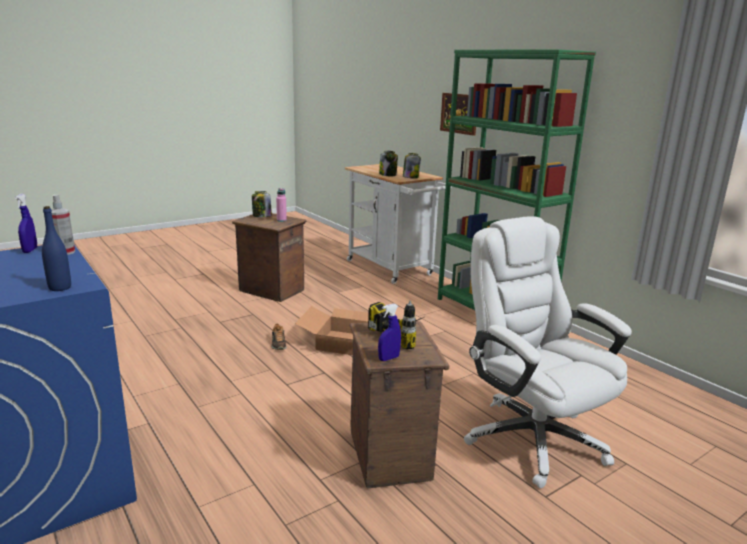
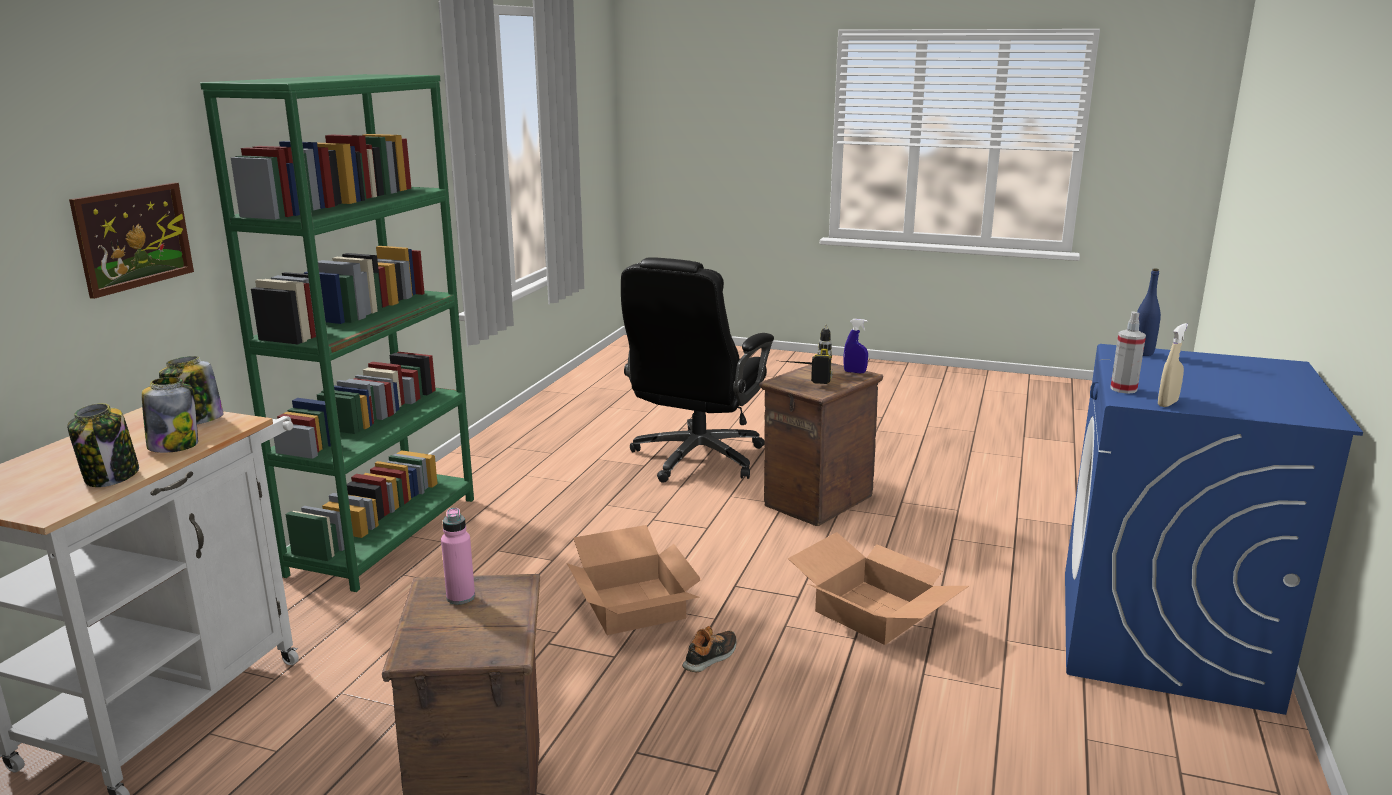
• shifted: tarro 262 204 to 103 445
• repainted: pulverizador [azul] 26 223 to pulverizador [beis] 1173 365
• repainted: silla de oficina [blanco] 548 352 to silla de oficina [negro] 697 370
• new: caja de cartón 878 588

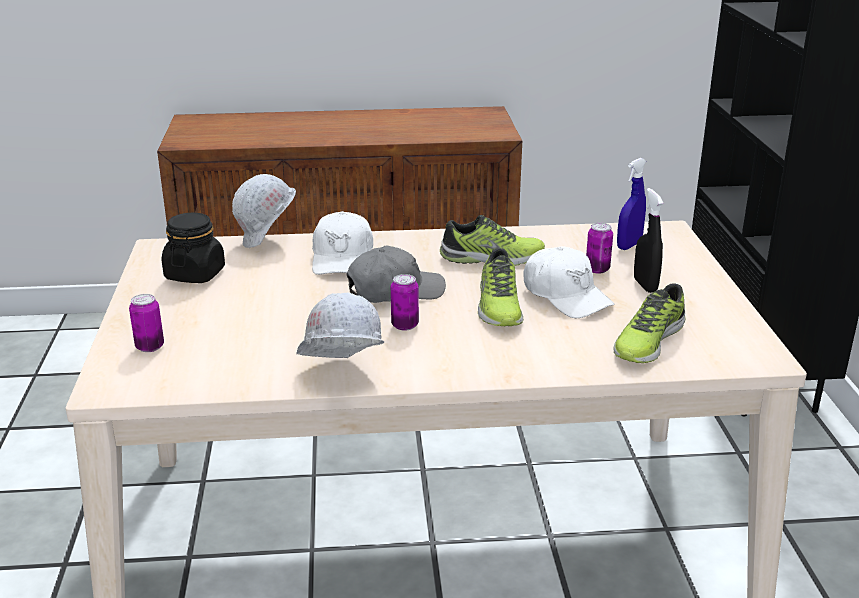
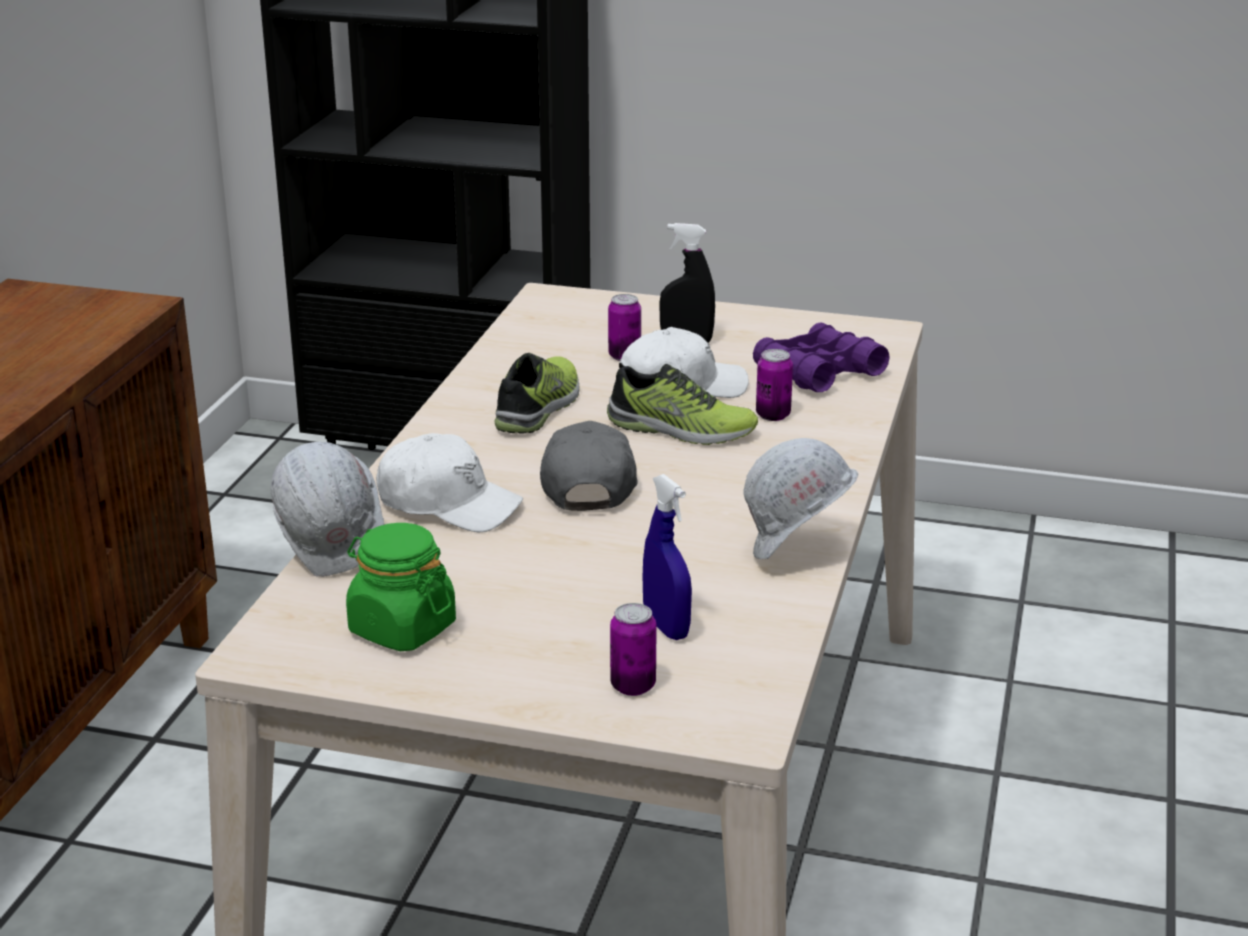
• shifted: pulverizador [azul] 631 204 to 667 557
• repainted: tarro [negro] 193 248 to tarro [verde] 401 587
• shifted: lata 405 302 to 774 385
• swapped: zapato 649 323 to prismáticos [morado] 821 357

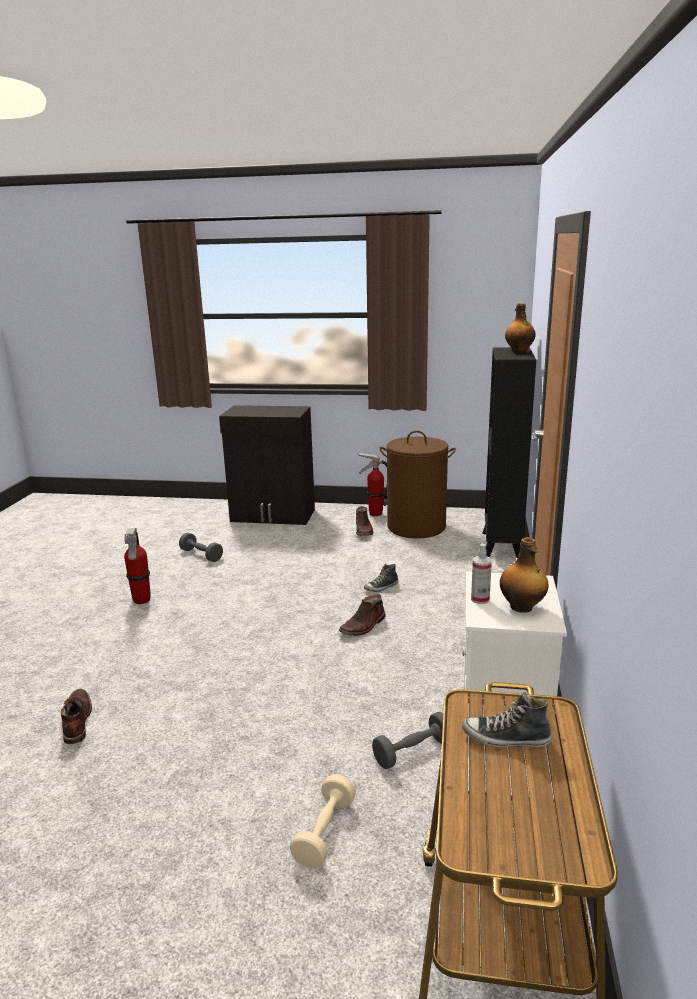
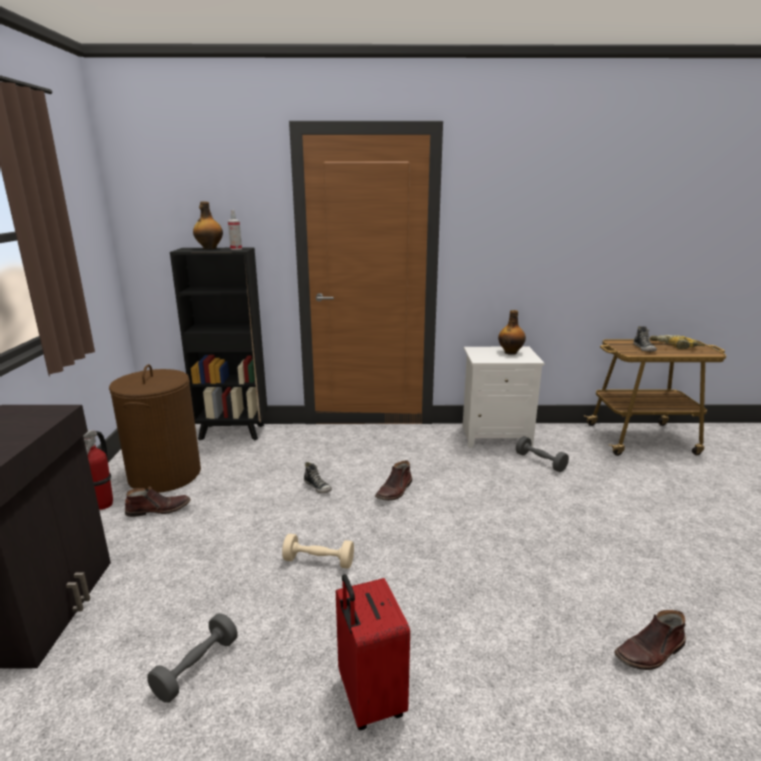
• swapped: extintor 137 566 to maleta [rojo] 373 652
• shifted: pulverizador 481 573 to 235 230
• rotated: bota [marrón] 362 615 = 393 480 90 degrees clockwise
• shifted: mancuerna [beis] 323 821 to 318 551
• new: taladro 677 342

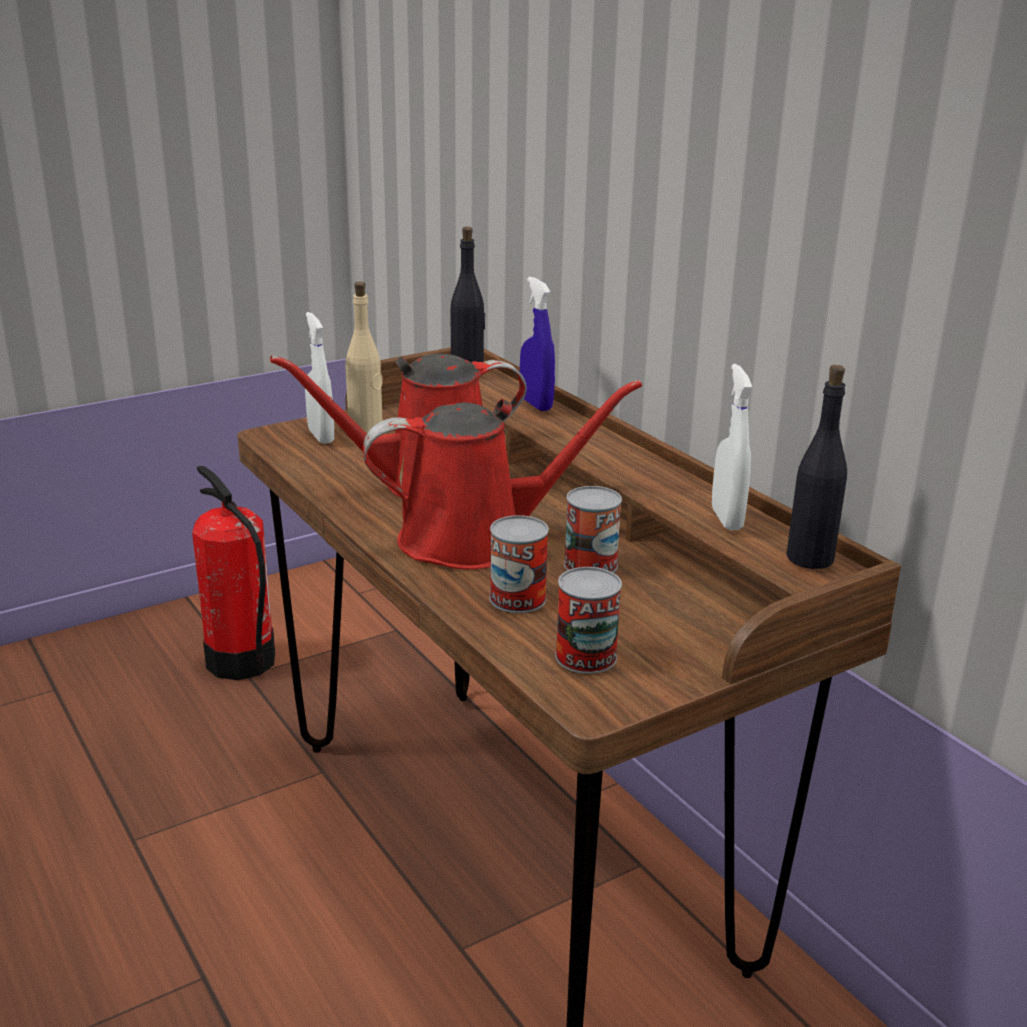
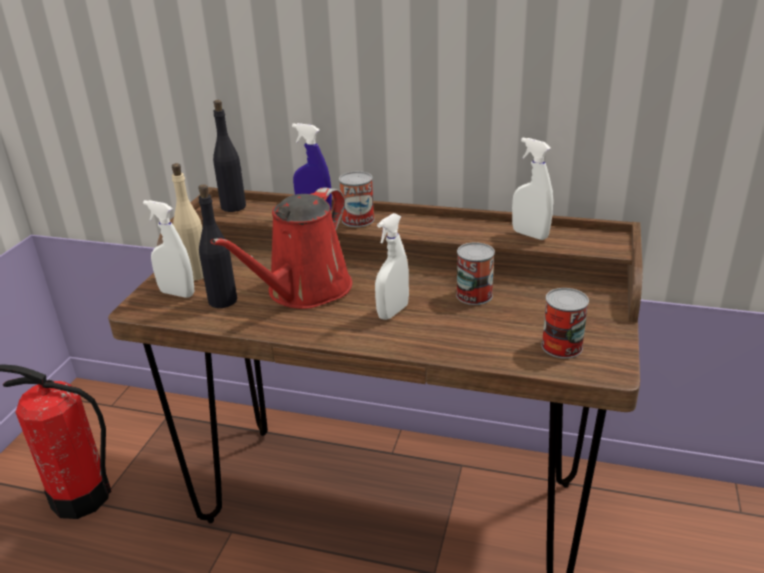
• shifted: botella [negro] 816 467 to 217 246
• swapped: regadera [rojo] 502 475 to pulverizador [blanco] 392 266
• shifted: lata 519 564 to 356 199

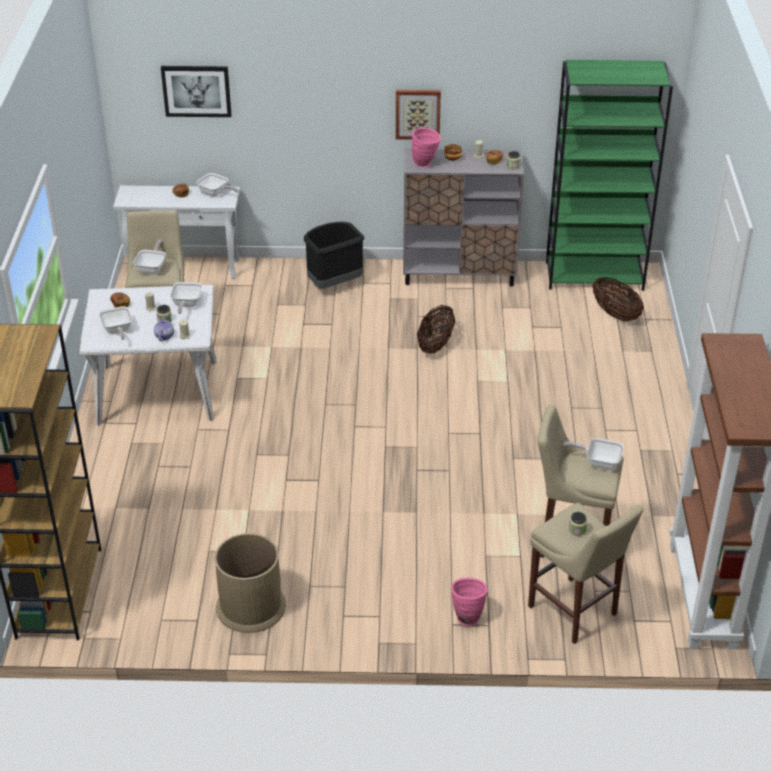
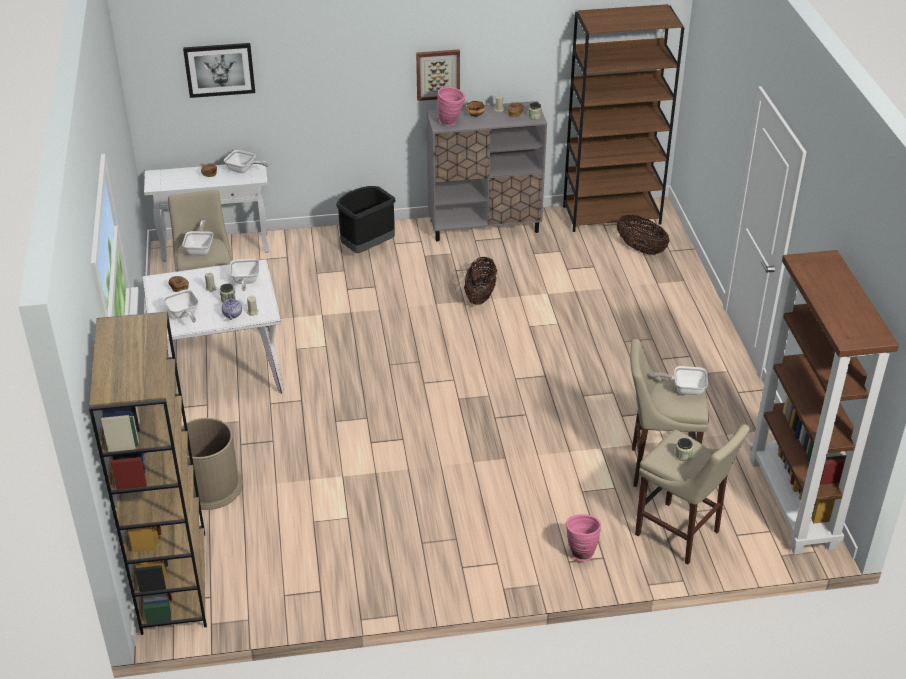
• repainted: estantería [verde] 609 175 to estantería [marrón] 623 118
• shifted: papelera [marrón] 250 583 to 212 464

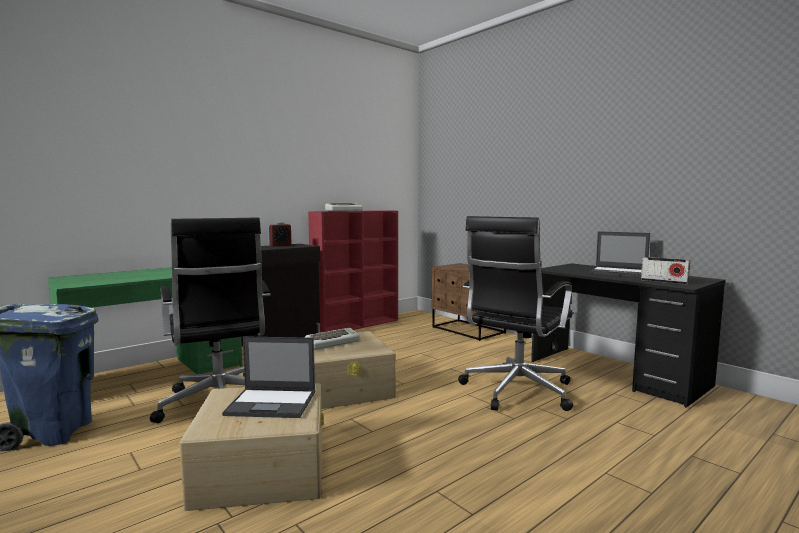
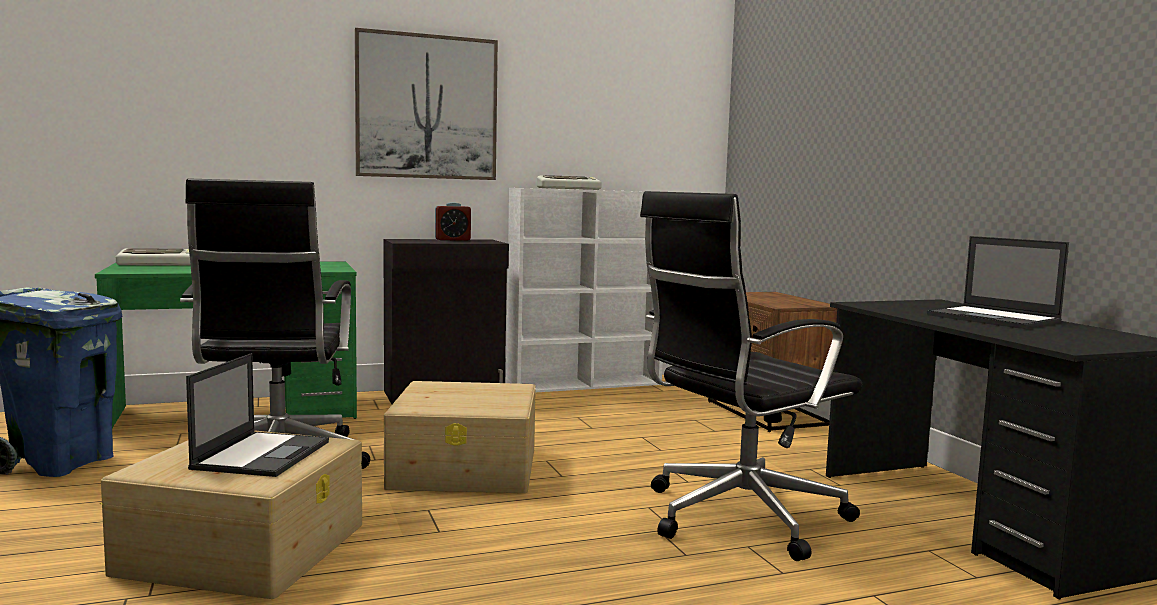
• repainted: estantería [rojo] 353 271 to estantería [blanco] 584 290
• gone: radio 665 271
• shifted: teclado 332 339 to 153 256
• rotated: portátil 268 377 = 257 415 105 degrees counterclockwise
• new: cuadro 426 104

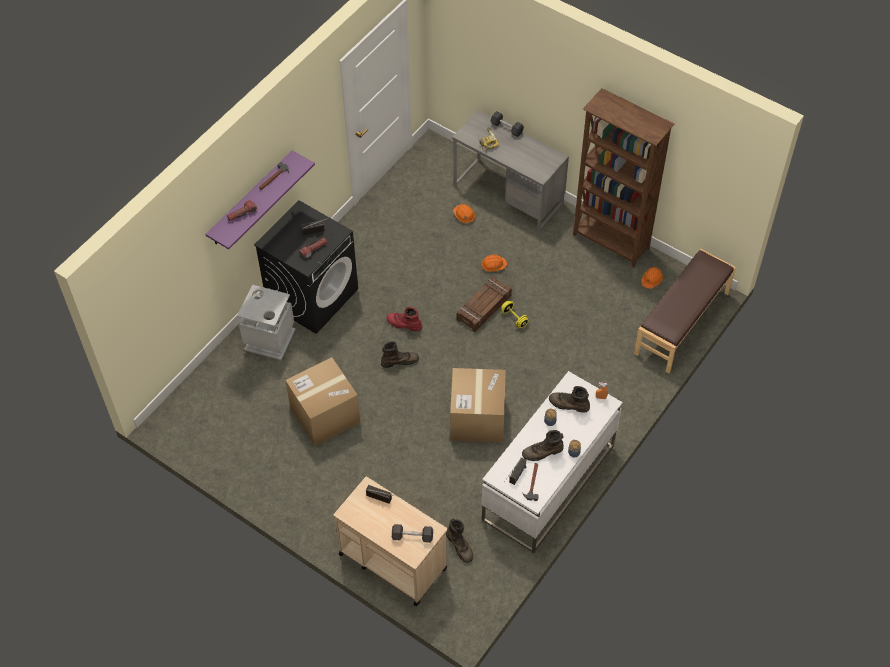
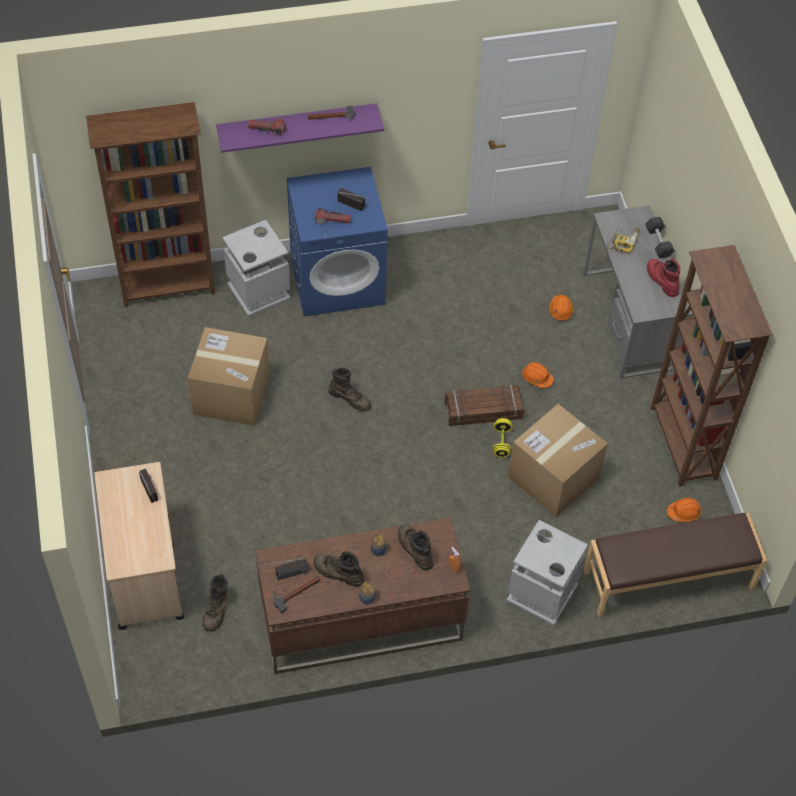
• repainted: lavadora [negro] 306 267 to lavadora [azul] 337 242
• shifted: bota [rojo] 404 319 to 663 278
• shifted: caja de cartón 478 405 to 558 460
• repainted: escritorio [blanco] 552 462 to escritorio [marrón] 363 595
• gone: mancuerna [negro] 412 533
• new: estantería [marrón] 150 204
• new: papelera [gris] 547 572

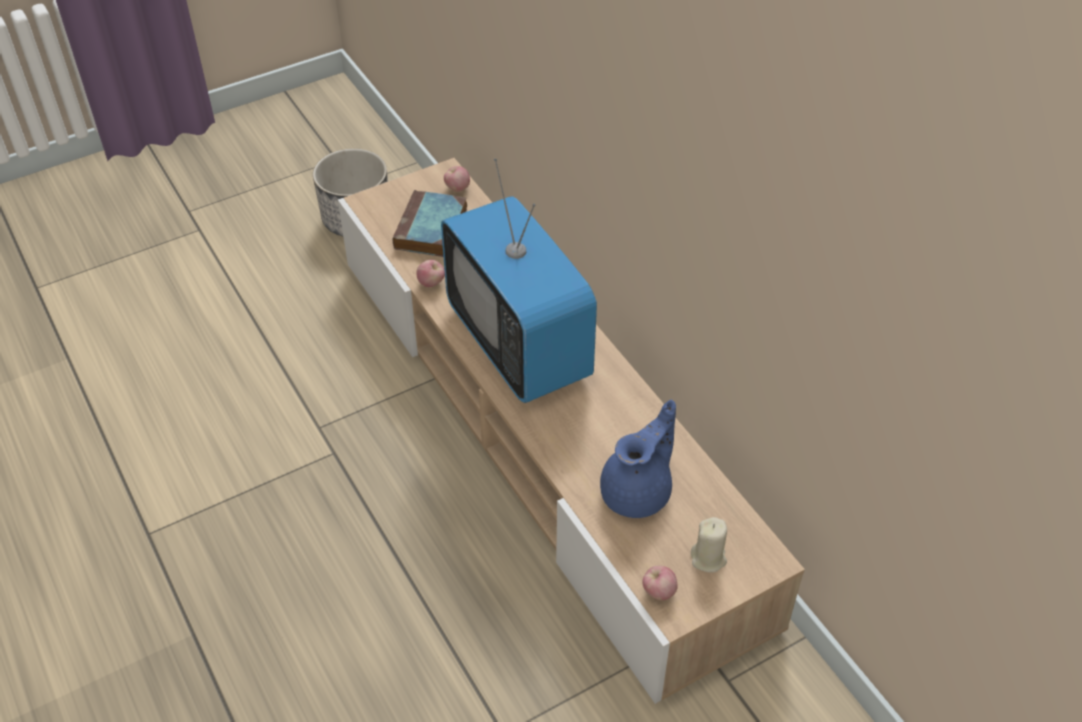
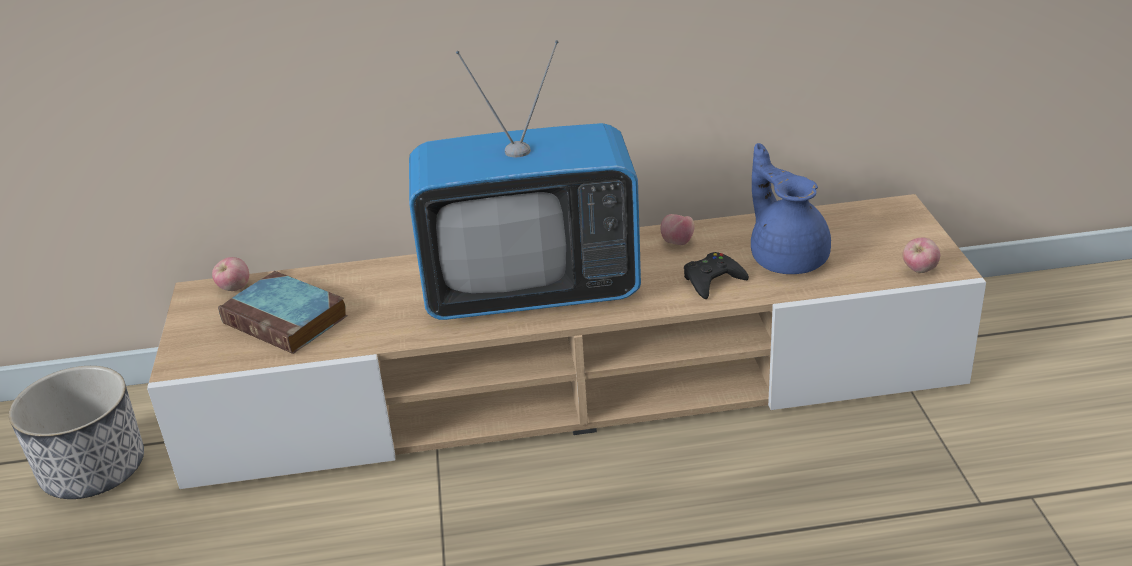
• shifted: manzana 430 273 to 677 229
• gone: vela [beis] 709 545
• new: mando de consola [negro] 716 275

